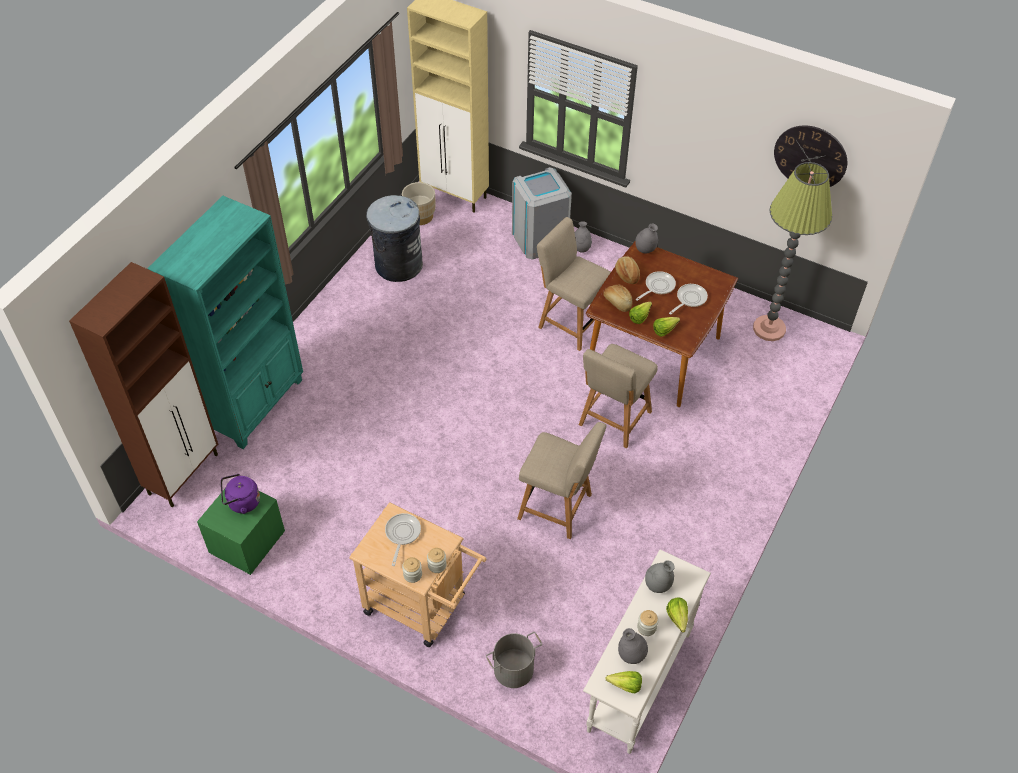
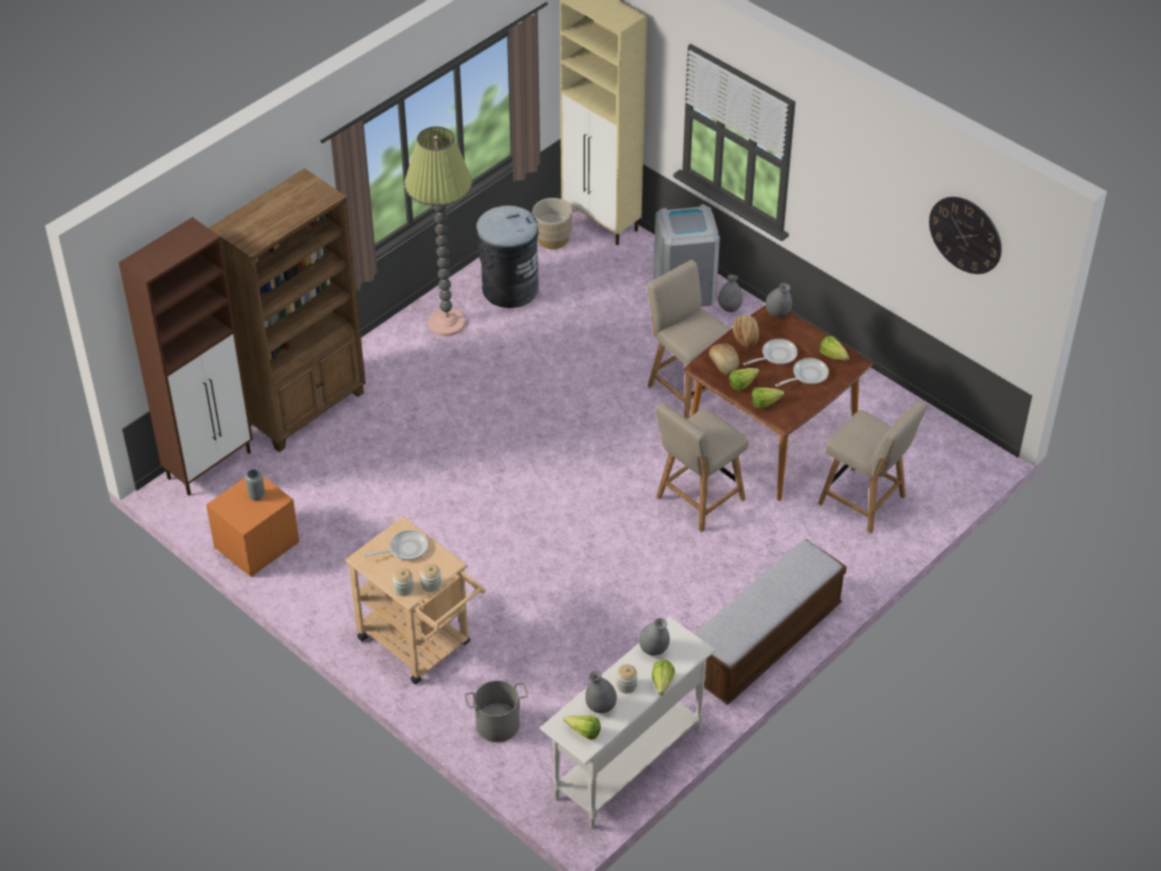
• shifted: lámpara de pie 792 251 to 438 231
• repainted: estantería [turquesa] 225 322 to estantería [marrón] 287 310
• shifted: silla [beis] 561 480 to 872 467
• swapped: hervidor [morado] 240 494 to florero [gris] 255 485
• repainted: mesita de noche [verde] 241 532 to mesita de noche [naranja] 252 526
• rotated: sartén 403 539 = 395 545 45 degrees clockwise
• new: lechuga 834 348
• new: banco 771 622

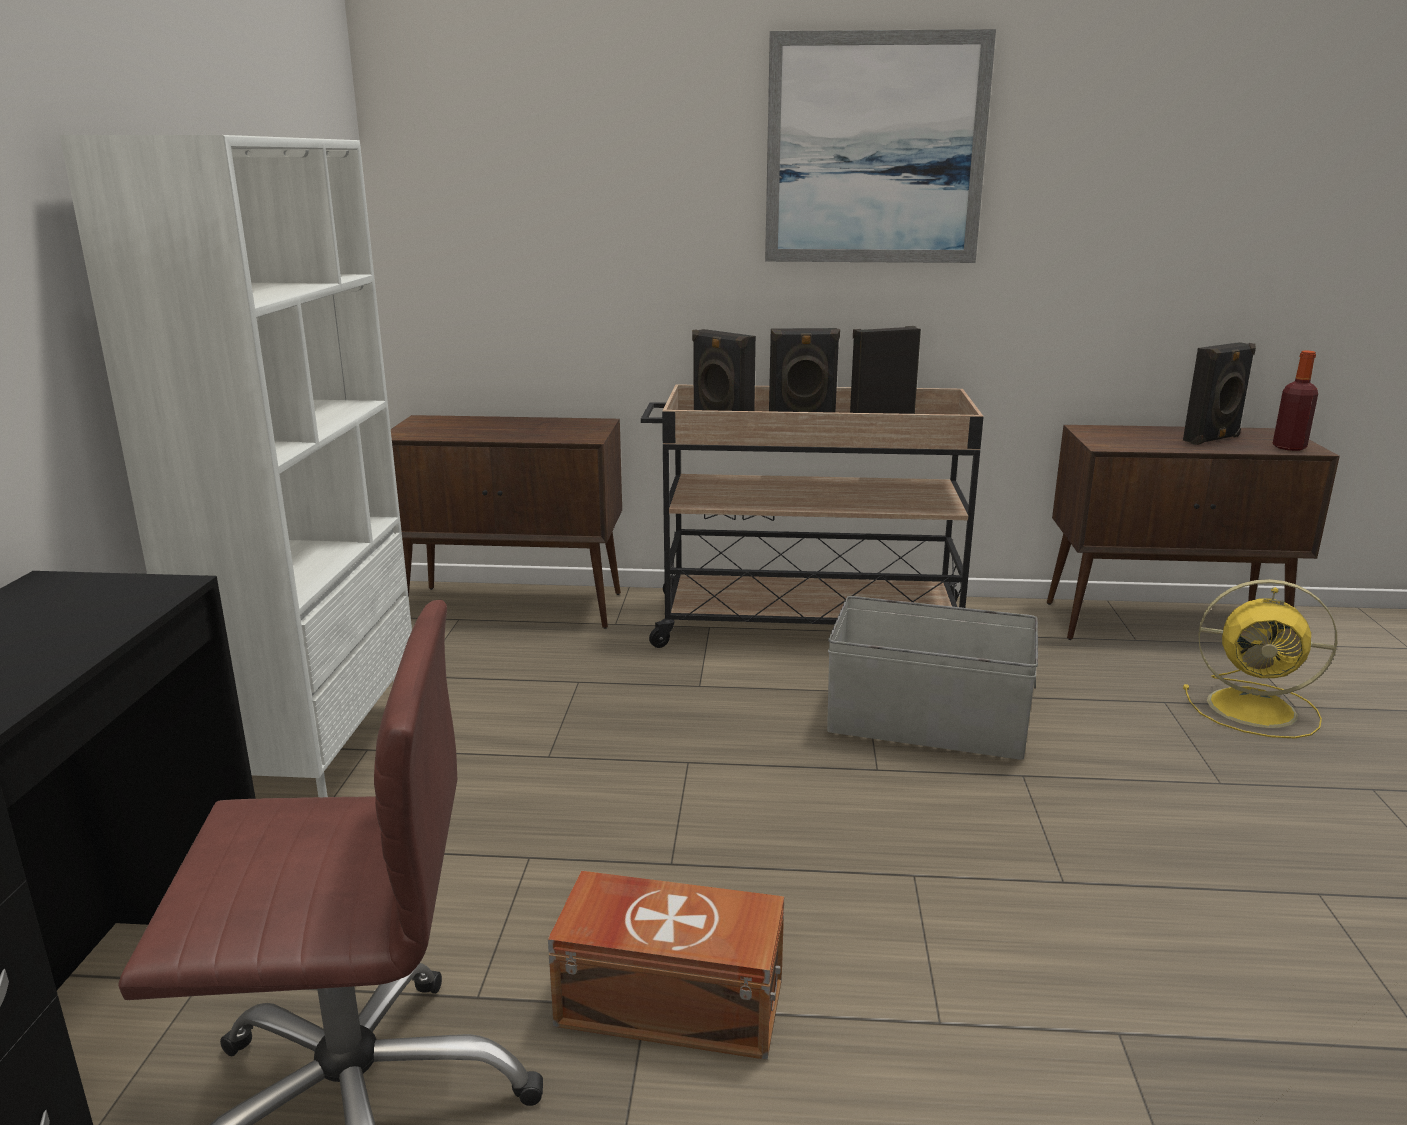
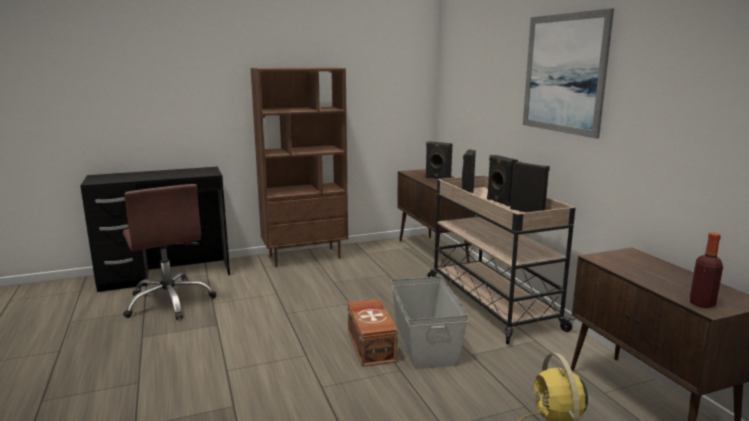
• repainted: estantería [blanco] 236 466 to estantería [marrón] 299 167
• shifted: altavoz [negro] 1219 393 to 438 160
• shifted: caja de almacenaje [marrón] 666 965 to 373 333

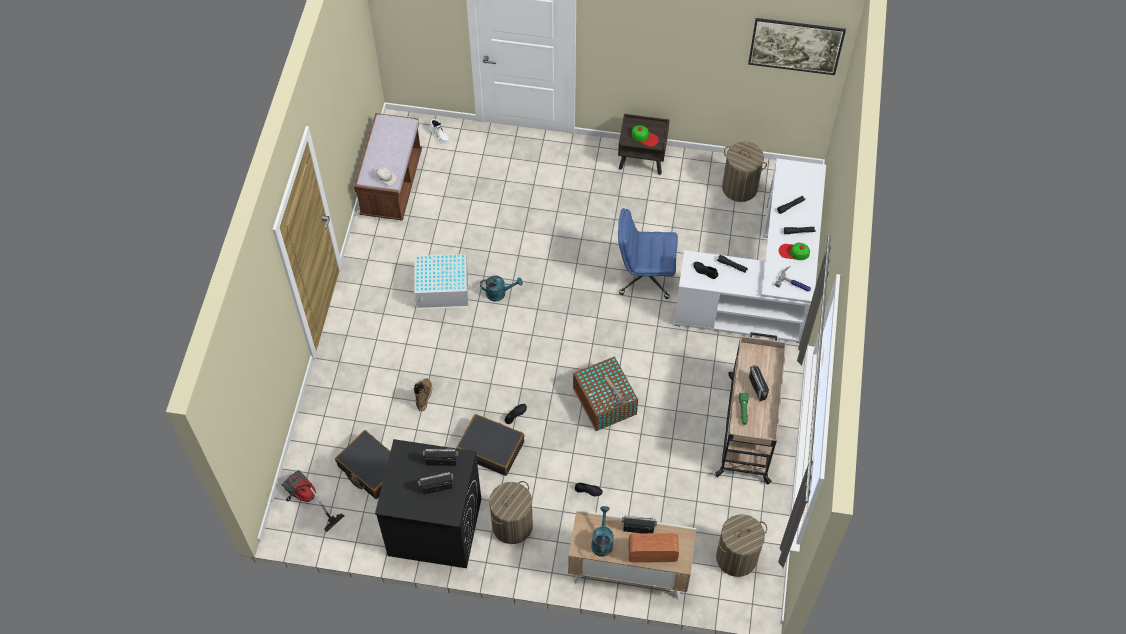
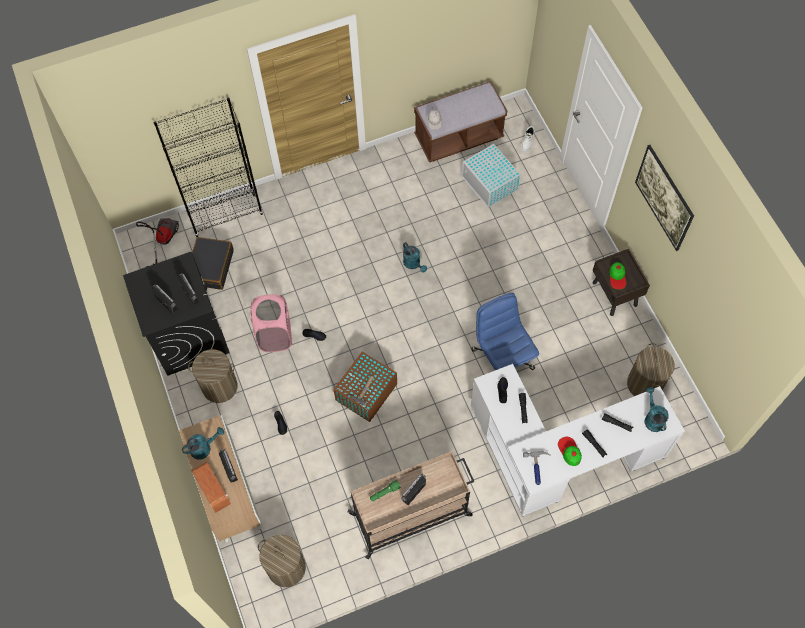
• shifted: cuadro 797 46 to 664 198
• shifted: caja de almacenaje [blanco] 441 281 to 491 175
• gone: bota 423 395
• swapped: maleta [negro] 490 445 to cesto de la ropa [rosa] 271 323
• new: estantería [negro] 208 167
• new: regadera [turquesa] 657 409

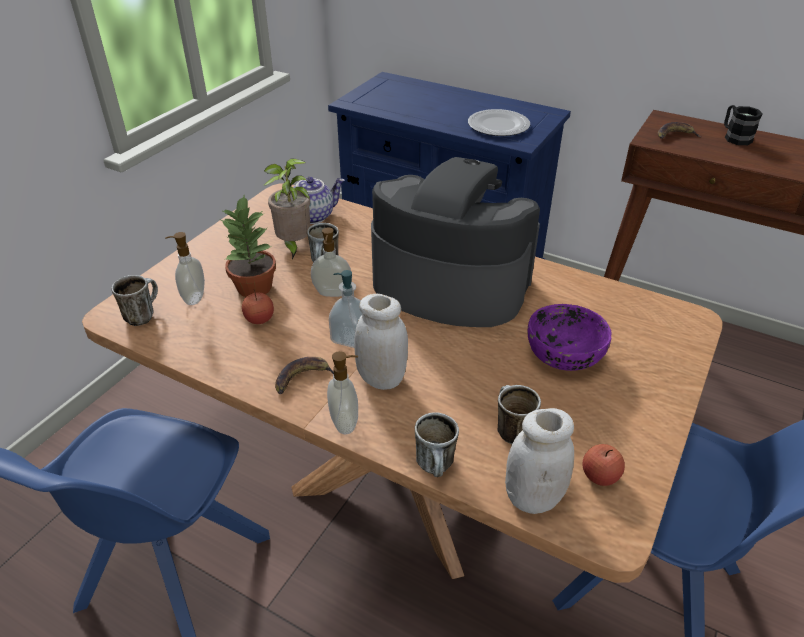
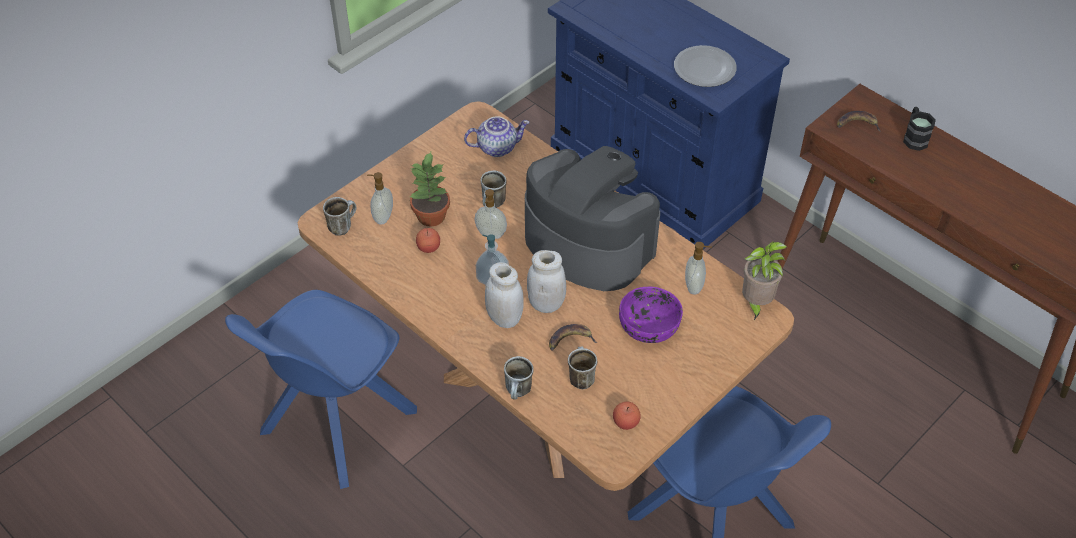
• shifted: planta en maceta 287 208 to 764 281
• shifted: dispensador de jabón 342 392 to 698 268
• shifted: plátano 304 375 to 573 337
• shifted: tarro [blanco] 539 461 to 546 281

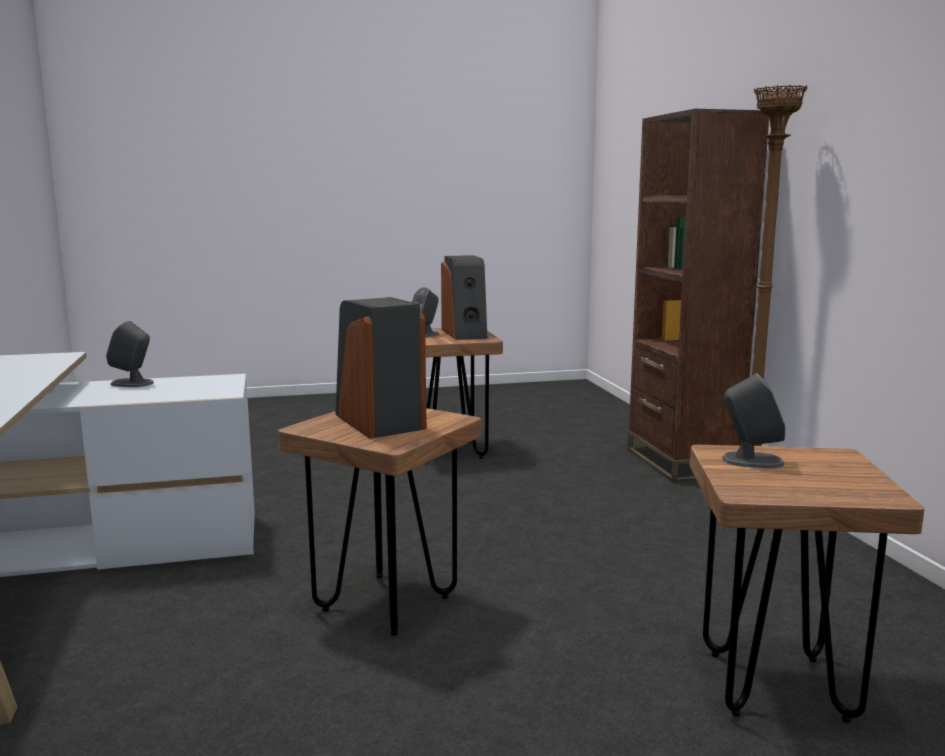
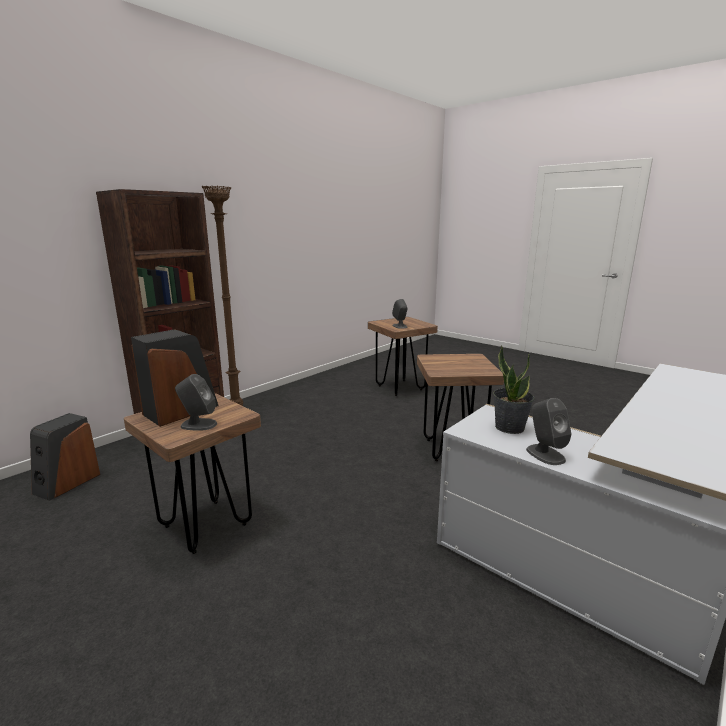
• shifted: altavoz 381 368 to 65 457
• new: planta en maceta 513 389

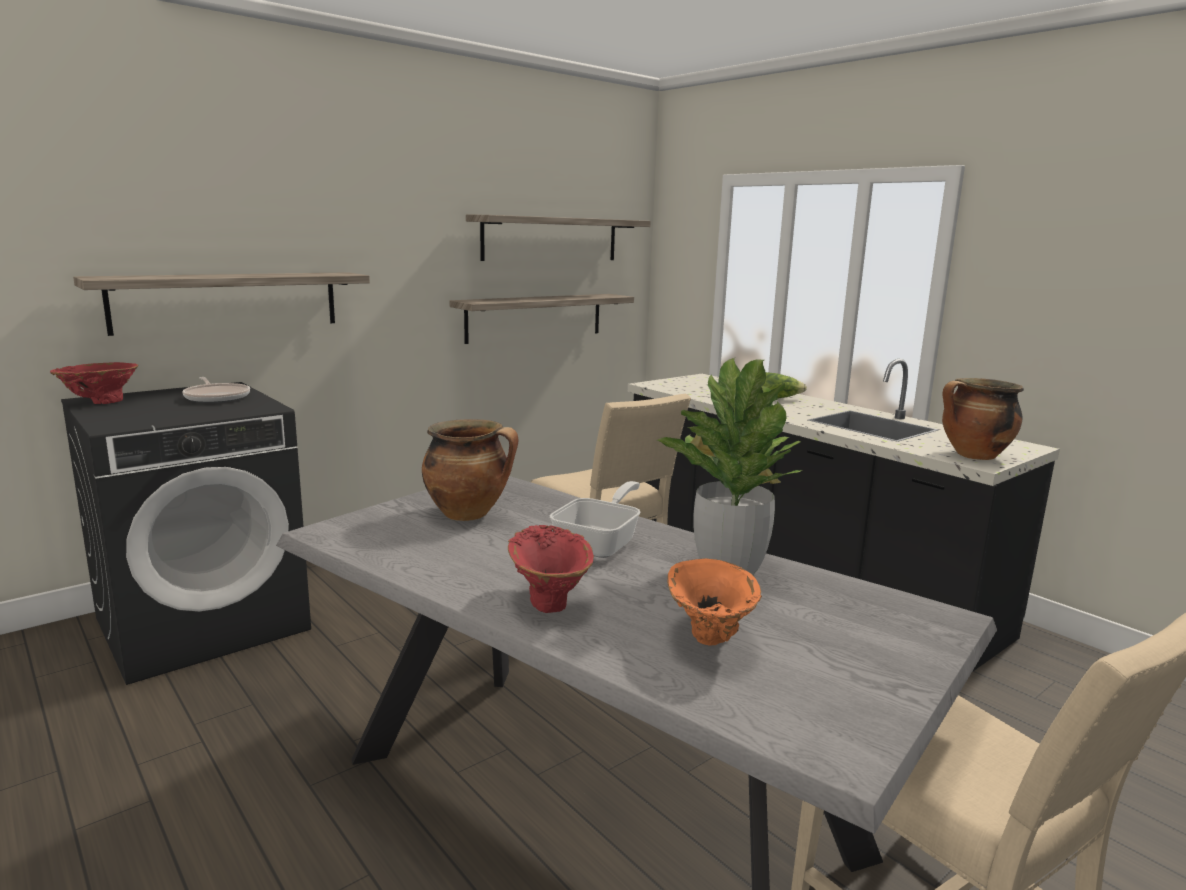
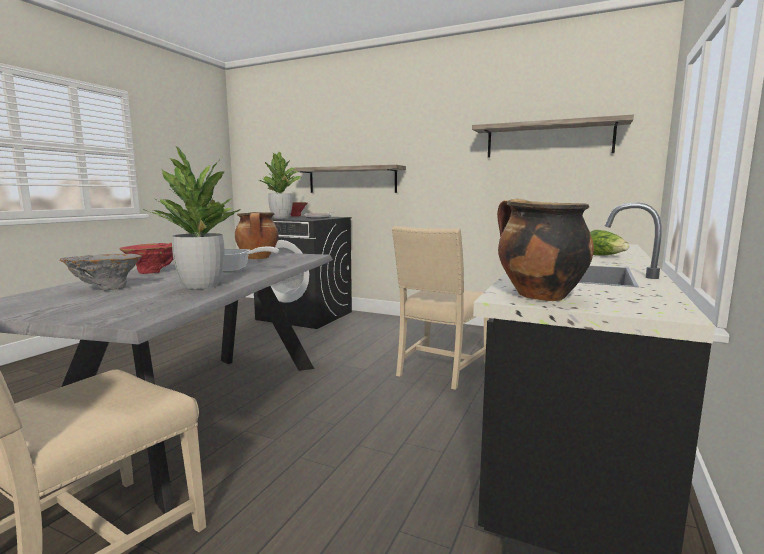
• gone: estante 541 319
• repainted: florero [naranja] 714 602 to florero [gris] 101 272
• new: planta en maceta 280 185

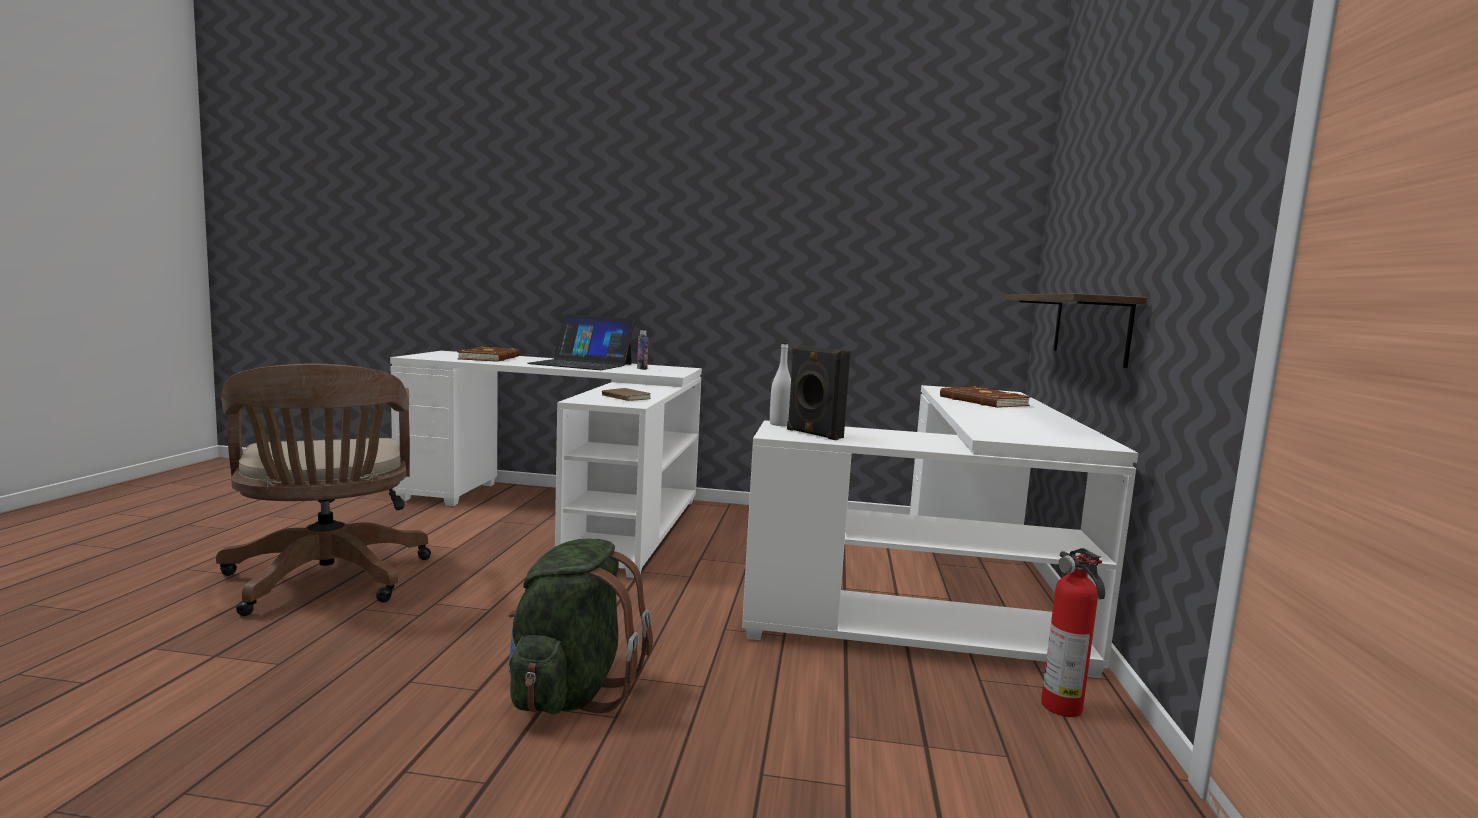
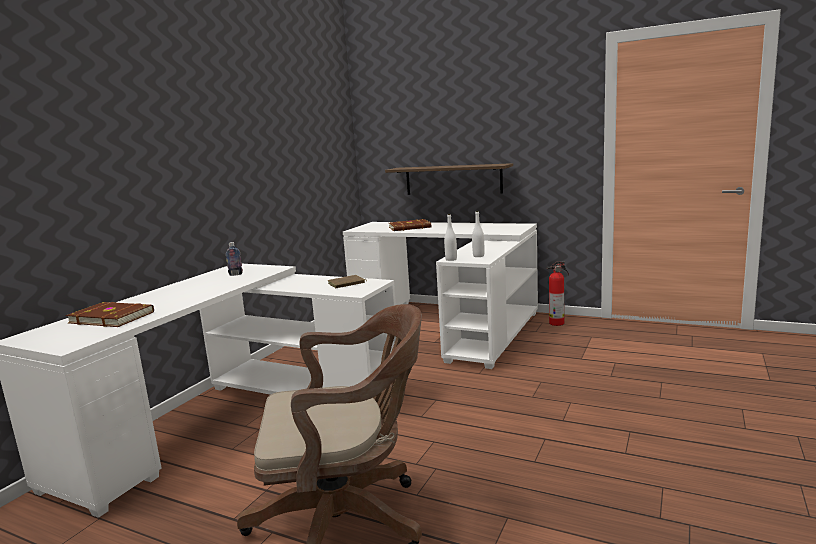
• gone: portátil 581 342
• swapped: altavoz [negro] 819 392 to botella [blanco] 478 234
• gone: mochila [verde] 580 626

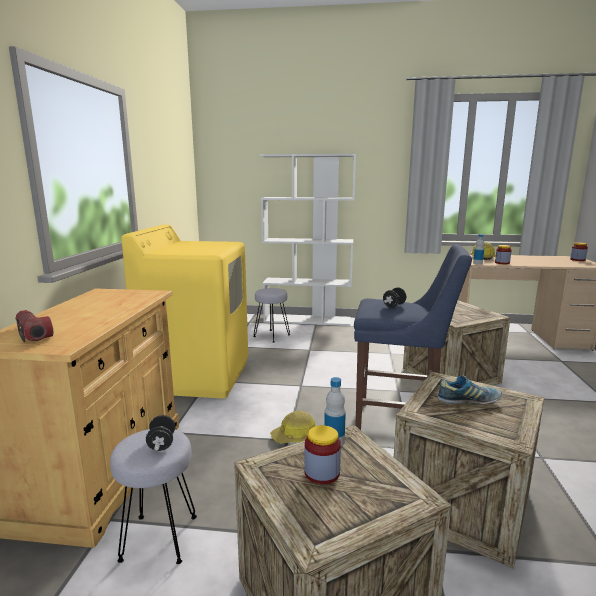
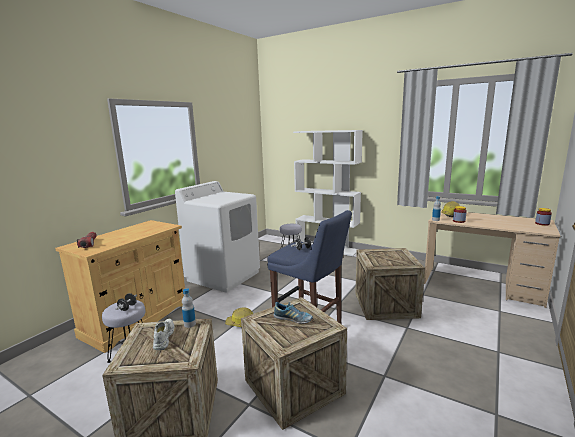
• repainted: lavadora [amarillo] 184 311 to lavadora [blanco] 217 236
• swapped: tarro 322 454 to zapato [blanco] 164 334

